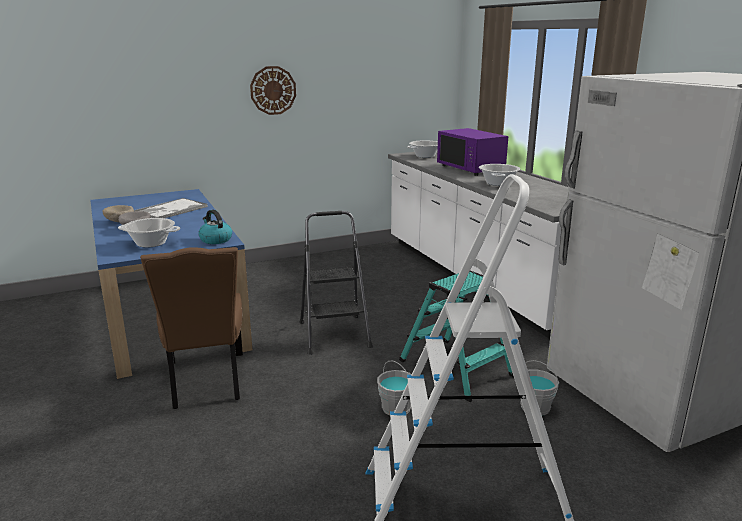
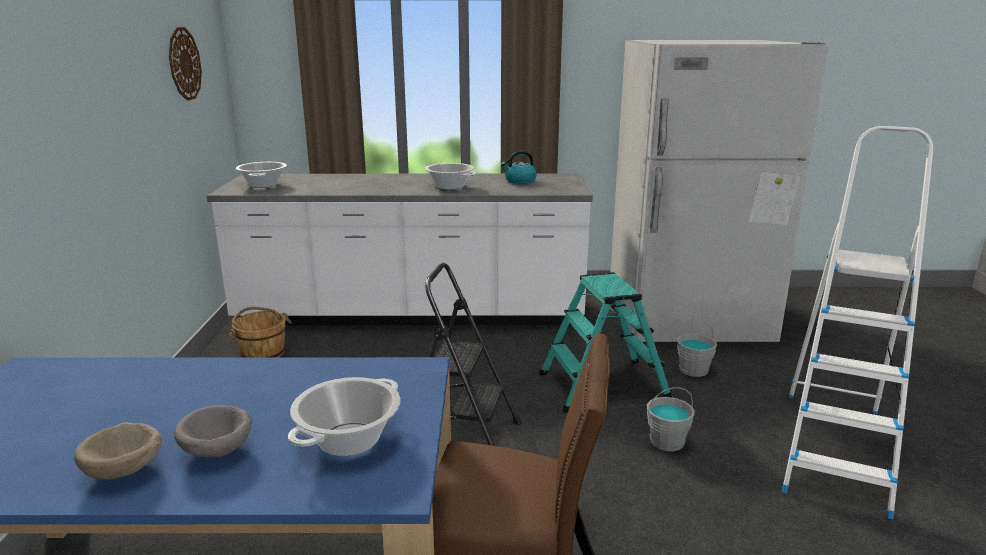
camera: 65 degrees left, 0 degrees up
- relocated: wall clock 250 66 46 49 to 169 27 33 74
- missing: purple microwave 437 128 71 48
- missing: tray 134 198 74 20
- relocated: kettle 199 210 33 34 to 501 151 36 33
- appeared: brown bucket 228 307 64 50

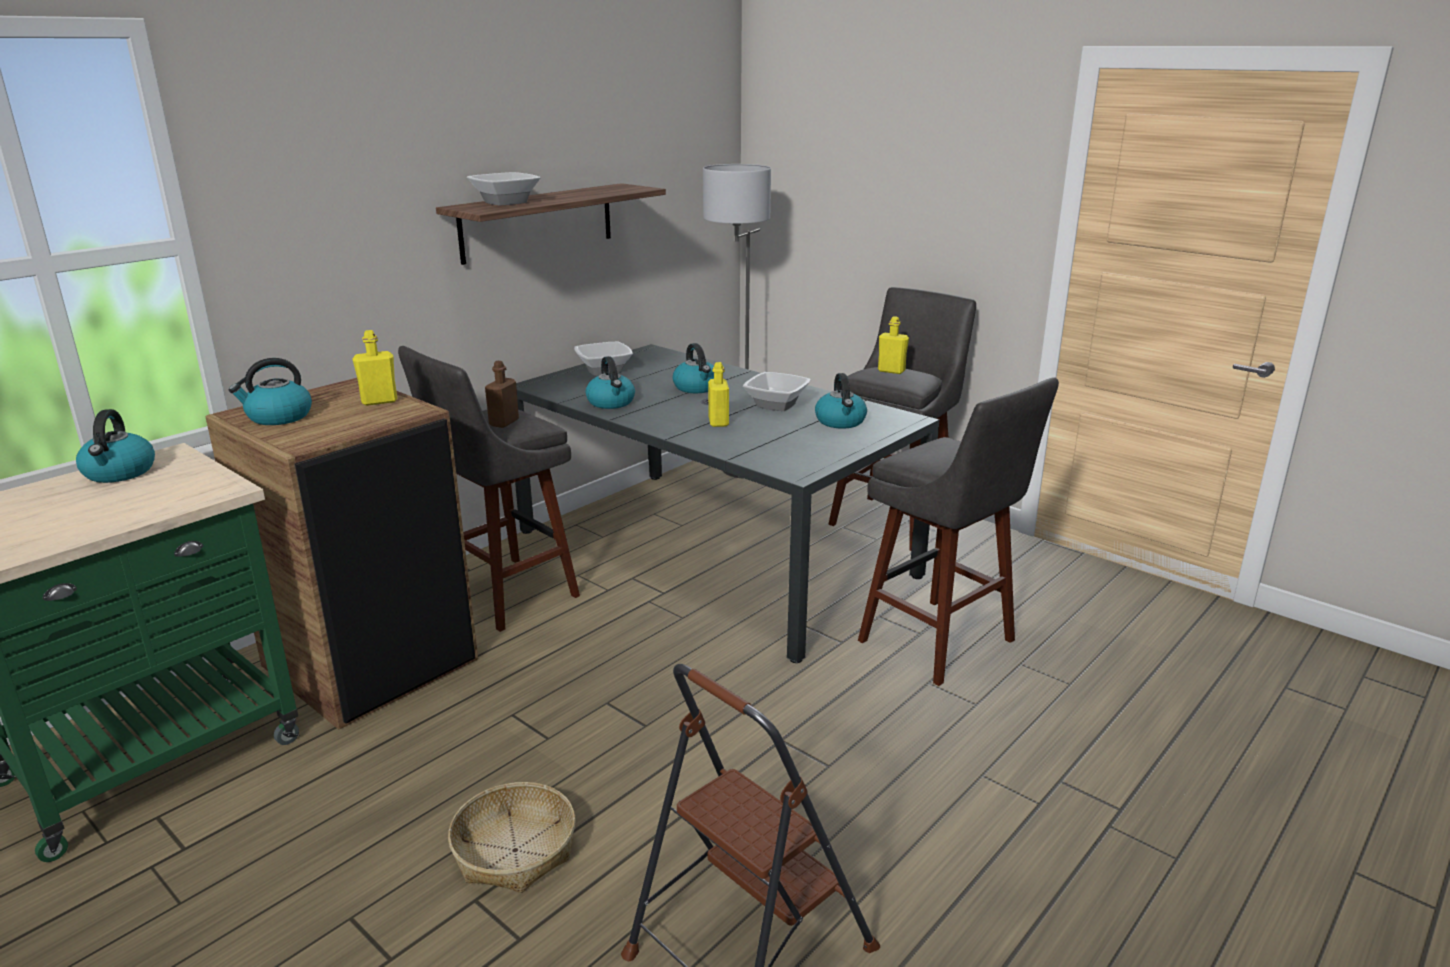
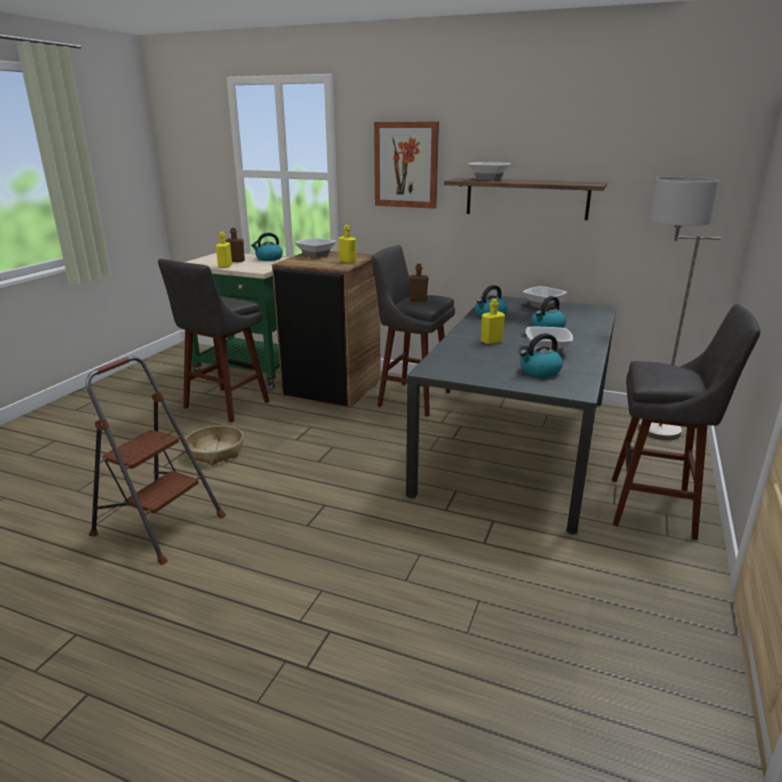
camera: 70 degrees right, 0 degrees up
- relocated: yellow bottle 878 316 31 58 to 216 232 16 36
- exchanged: kettle 229 358 83 67 to bowl 294 238 42 20
- relocated: grey stool 858 377 201 309 to 158 259 112 163
- appeared: picture 374 122 65 87
- appeared: brown bottle 226 228 19 34

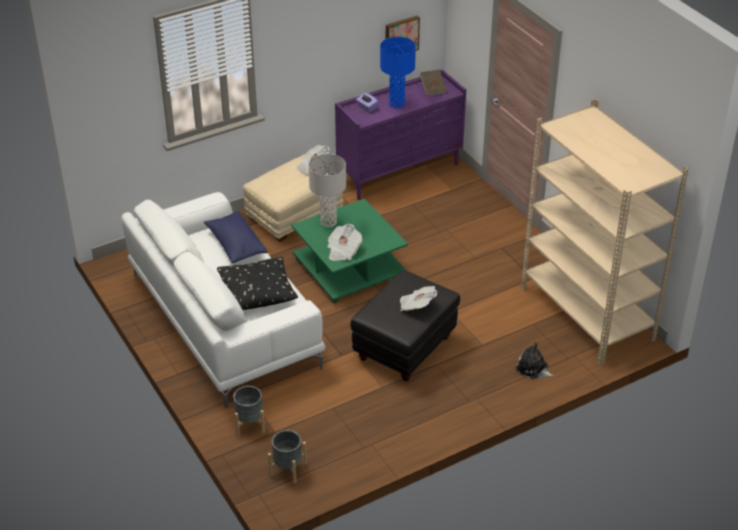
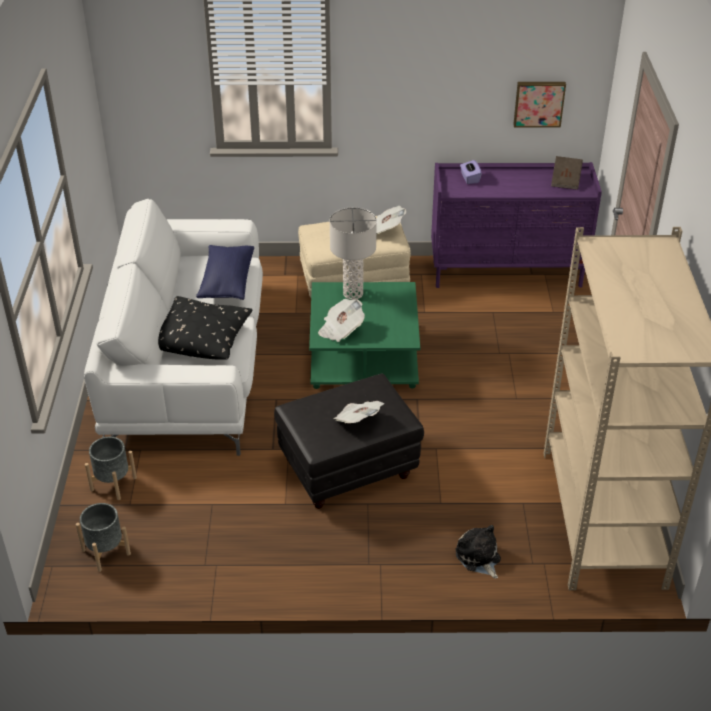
camera: 30 degrees right, 0 degrees up
- missing: blue table lamp 380 37 36 71

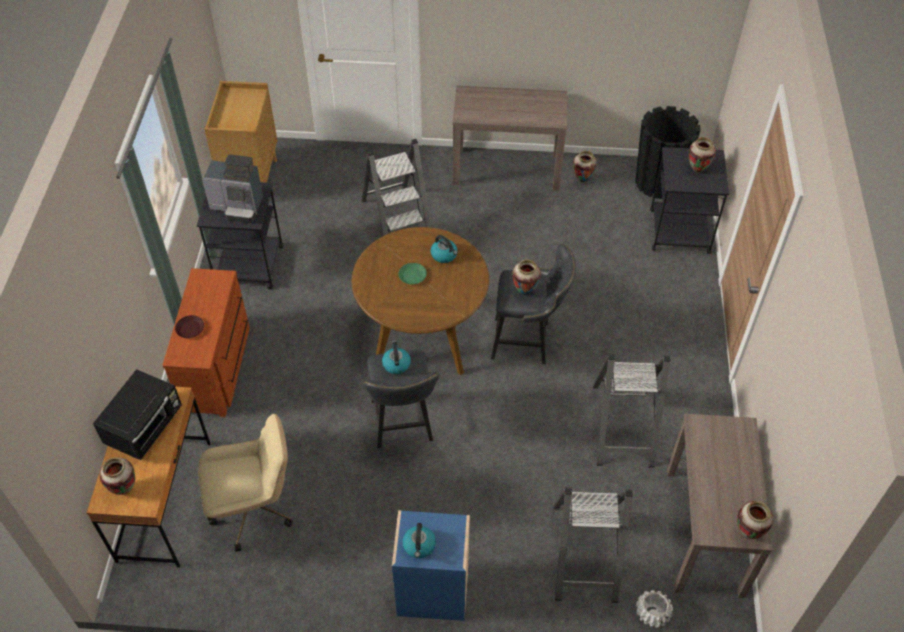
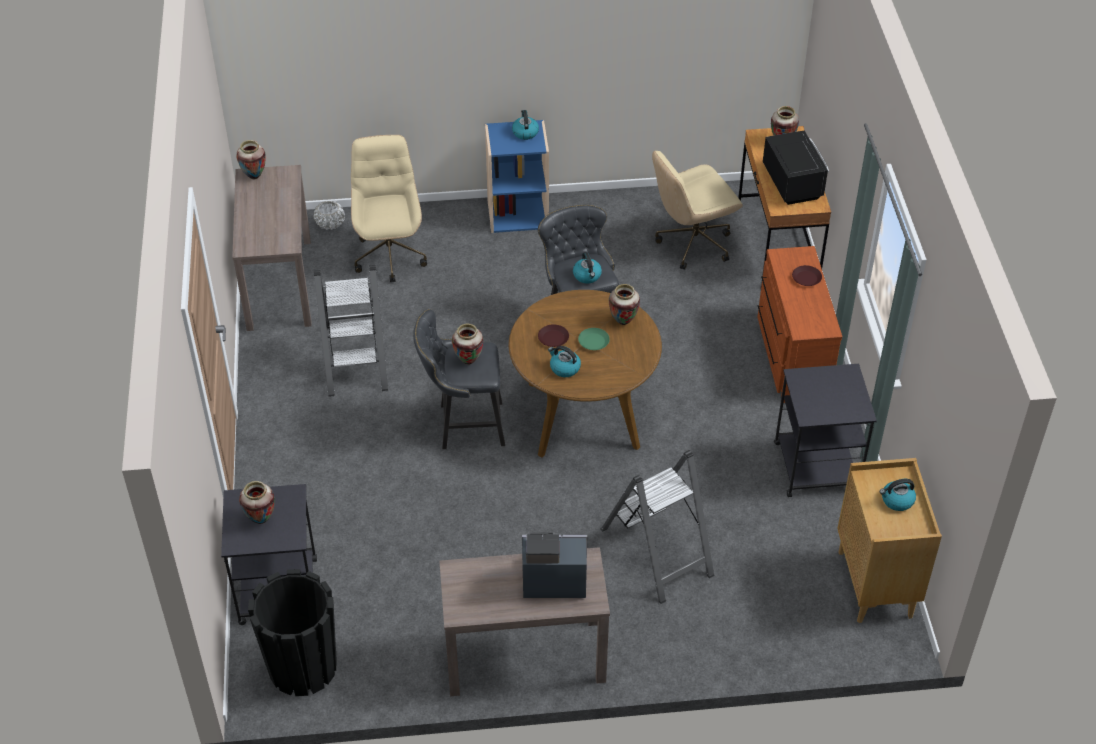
camera: 170 degrees right, 5 degrees down
- relocated: vase 573 151 24 31 to 609 284 31 41
- relocated: coffee machine 202 154 61 69 to 522 533 65 65
- spun: black microwave 93 369 89 91 = 763 130 66 75 150 degrees clockwise
- exchanged: grey step ladder 553 487 80 116 to beige office chair 351 135 76 147
- appeared: brown plate 538 324 31 23
- appeared: kettle 880 479 36 32

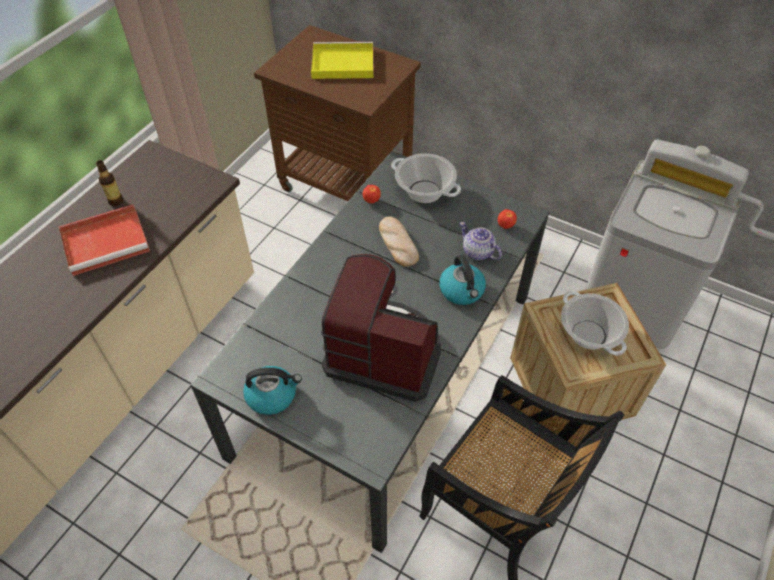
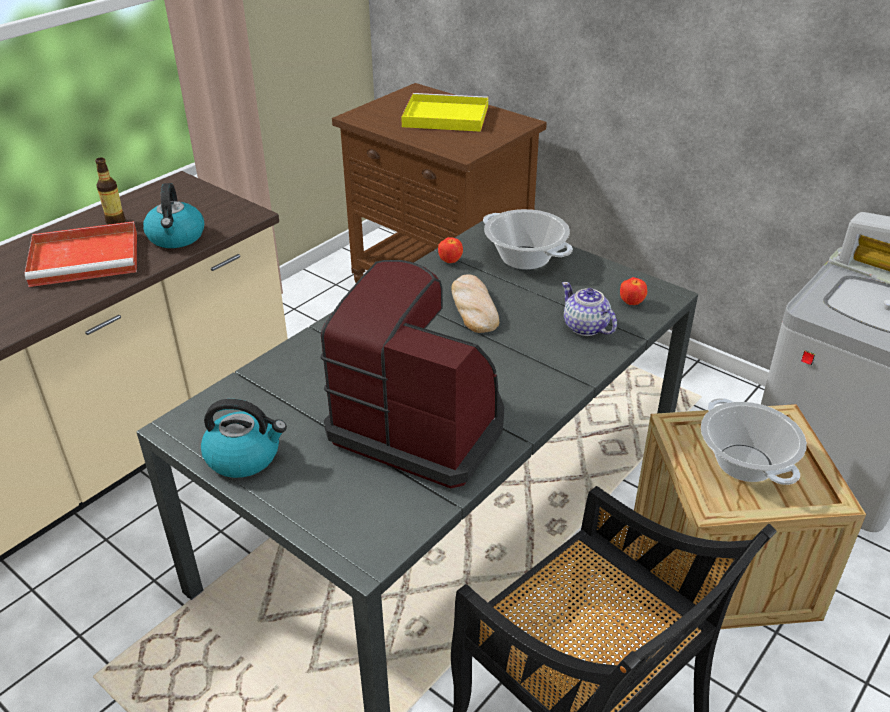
camera: 10 degrees right, 15 degrees down
- relocated: kettle 439 255 47 50 to 143 183 61 65

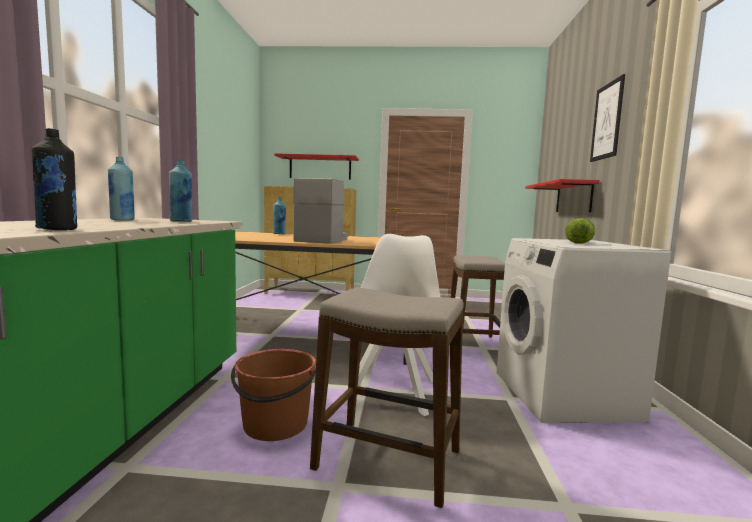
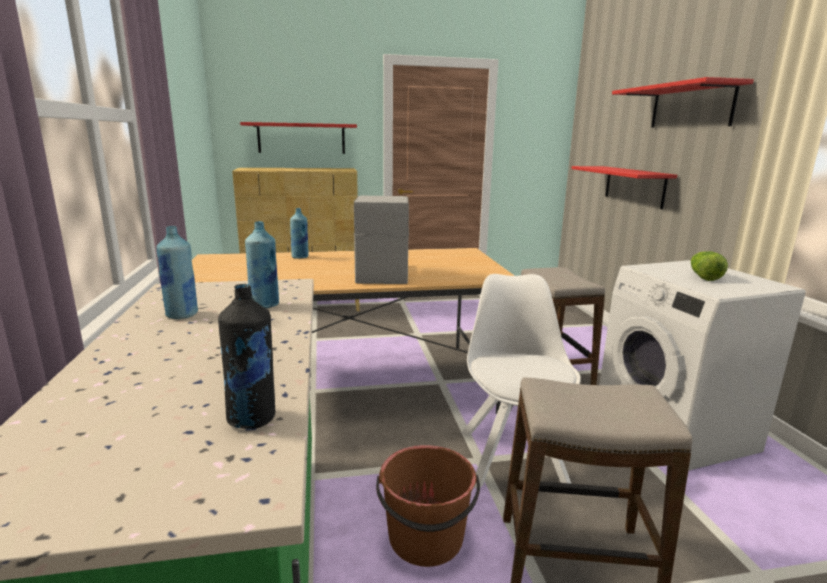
camera: 15 degrees left, 10 degrees up
- exchanged: picture 590 74 35 88 to red shelf 612 77 142 51

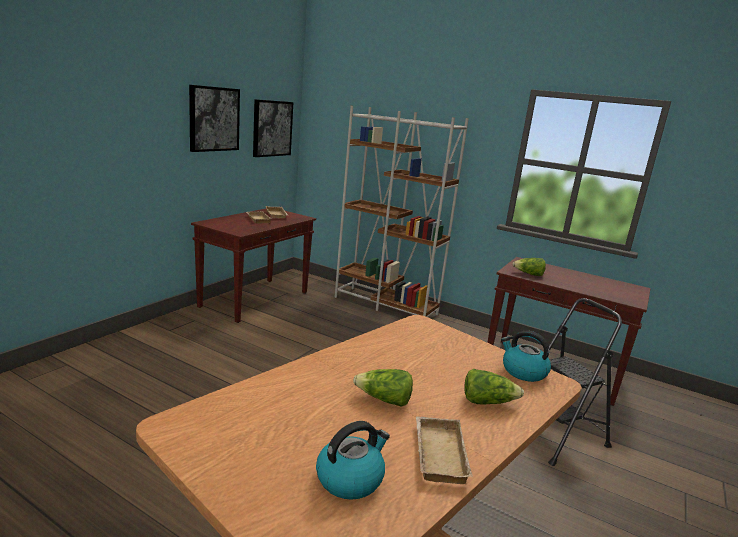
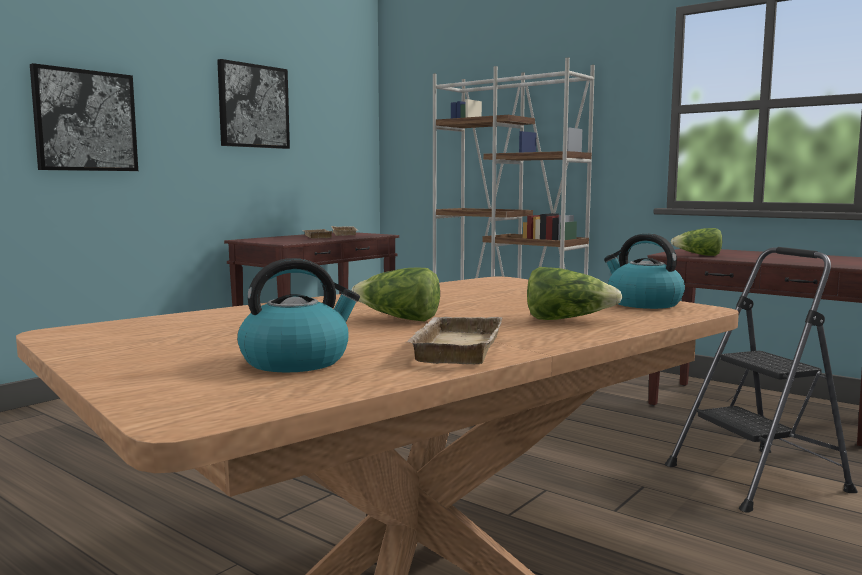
camera: 10 degrees right, 10 degrees down
- relocated: picture 253 99 40 58 to 30 63 108 108

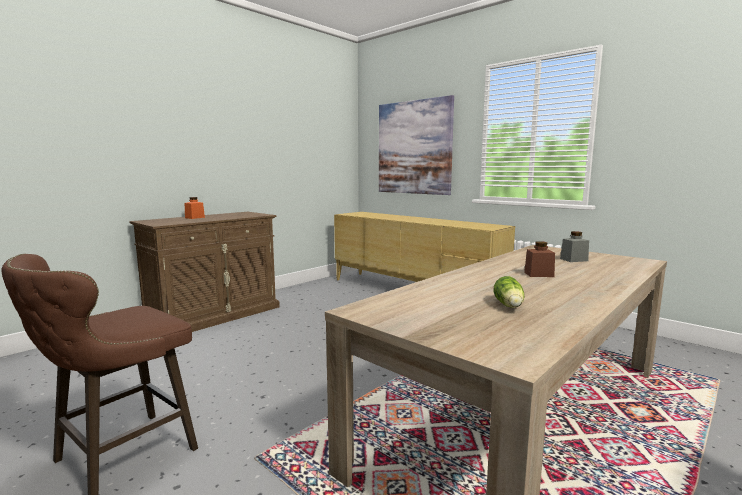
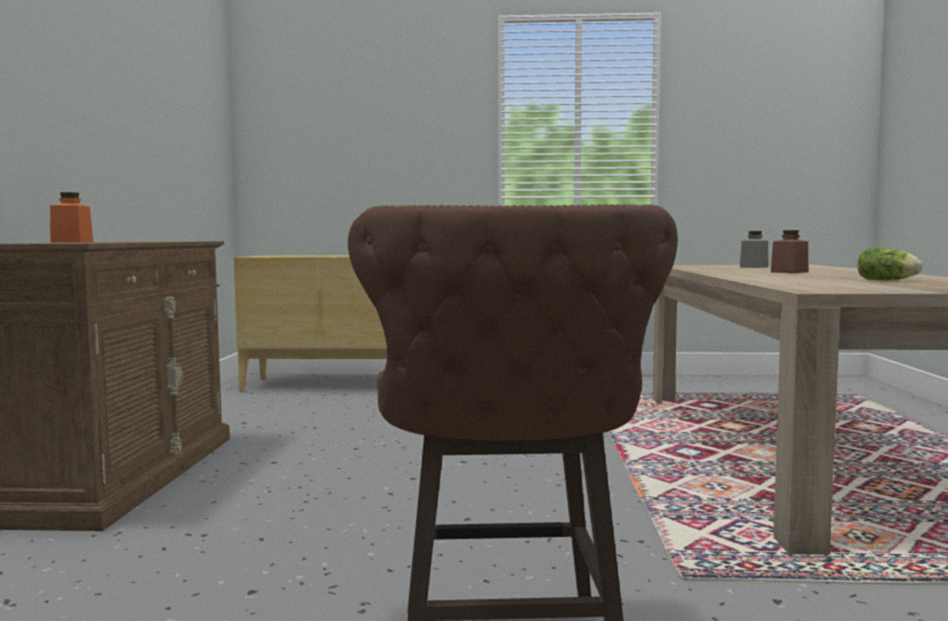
camera: 40 degrees left, 5 degrees down
- missing: picture 379 95 75 100

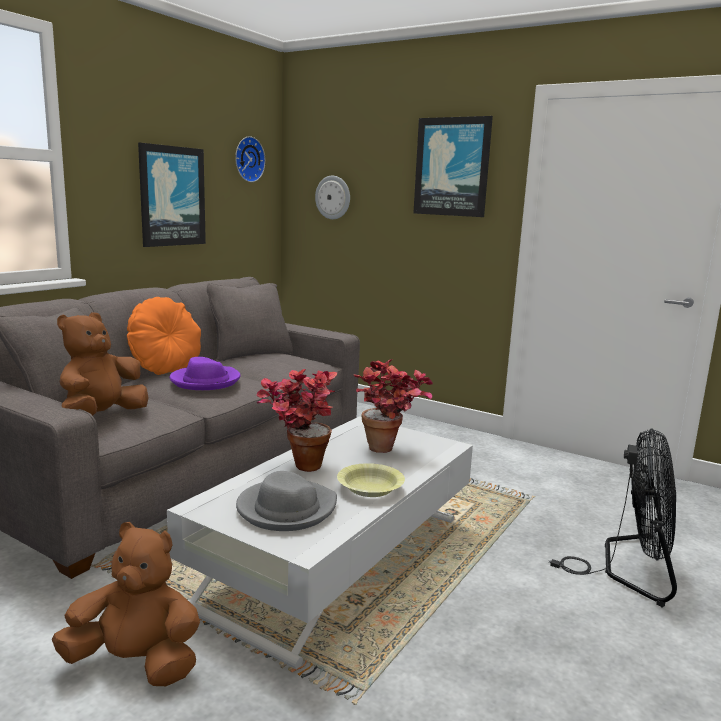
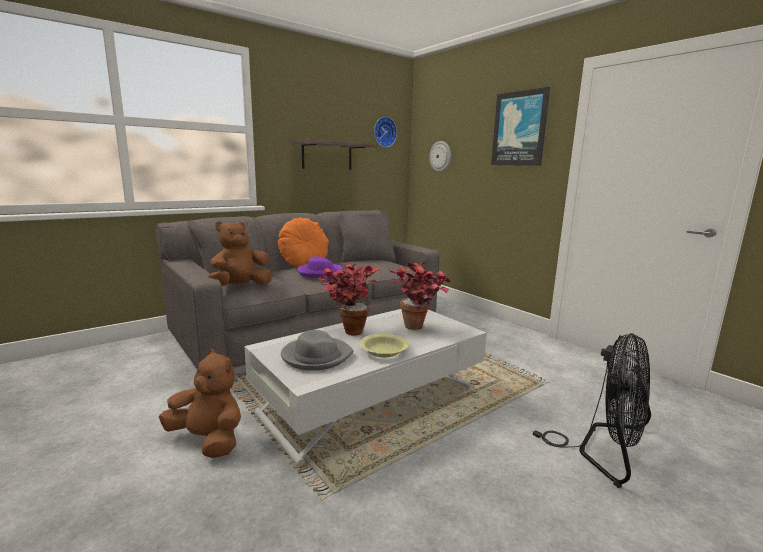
camera: 20 degrees right, 0 degrees up
- exchanged: picture 138 143 68 104 to shelf 292 140 84 30

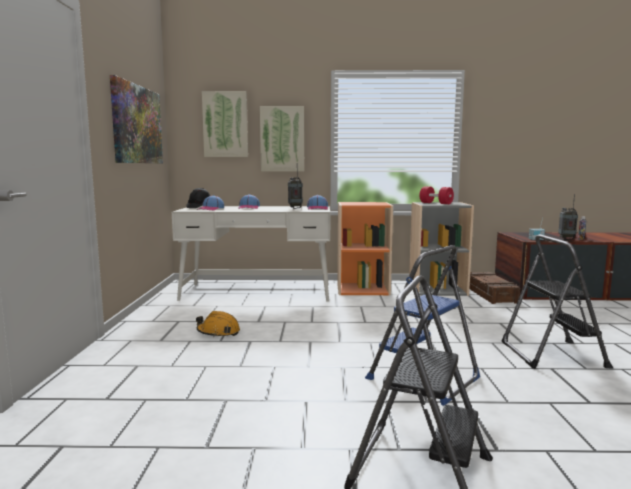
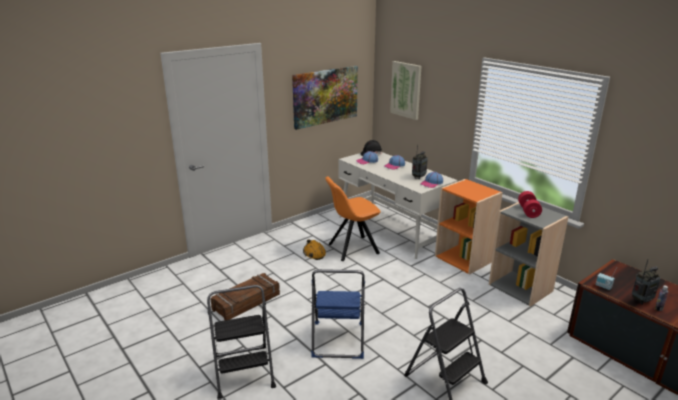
camera: 50 degrees right, 15 degrees up
- missing: picture 260 106 44 65
- relocated: crate 470 272 50 32 to 210 273 70 47
- appeared: orange chair 325 176 56 85

